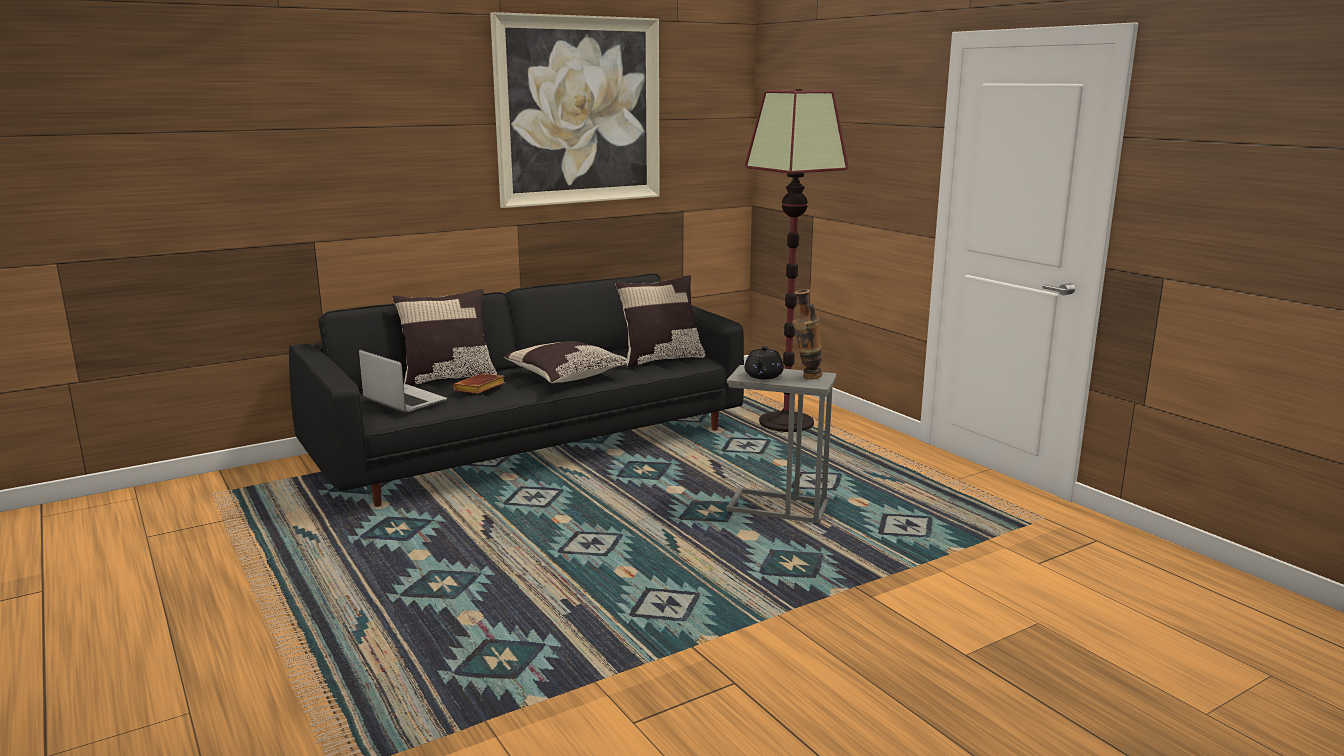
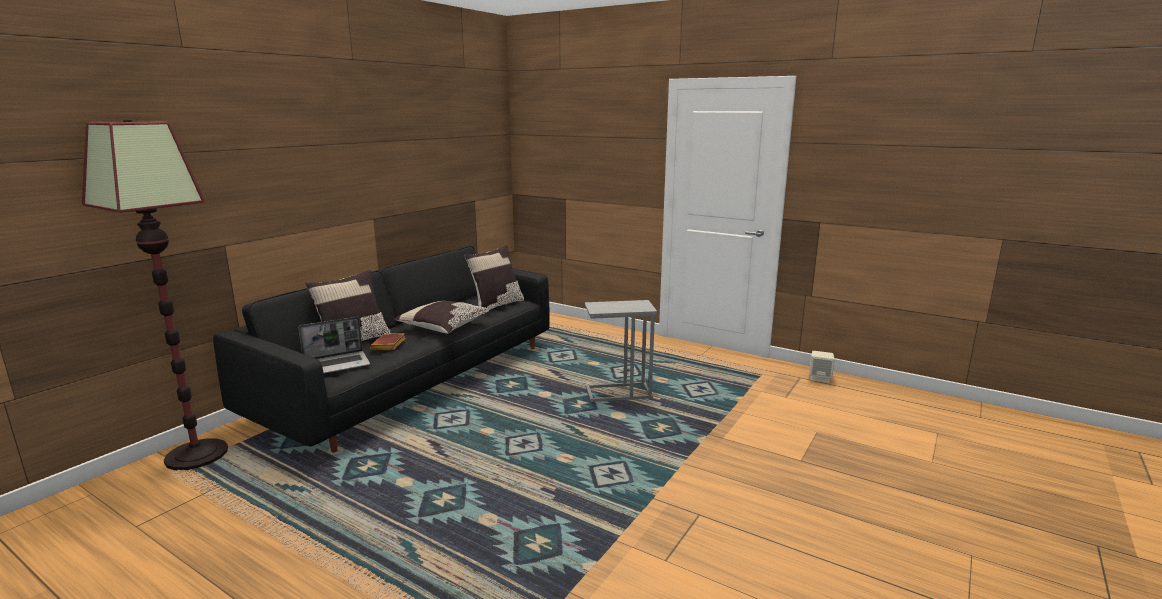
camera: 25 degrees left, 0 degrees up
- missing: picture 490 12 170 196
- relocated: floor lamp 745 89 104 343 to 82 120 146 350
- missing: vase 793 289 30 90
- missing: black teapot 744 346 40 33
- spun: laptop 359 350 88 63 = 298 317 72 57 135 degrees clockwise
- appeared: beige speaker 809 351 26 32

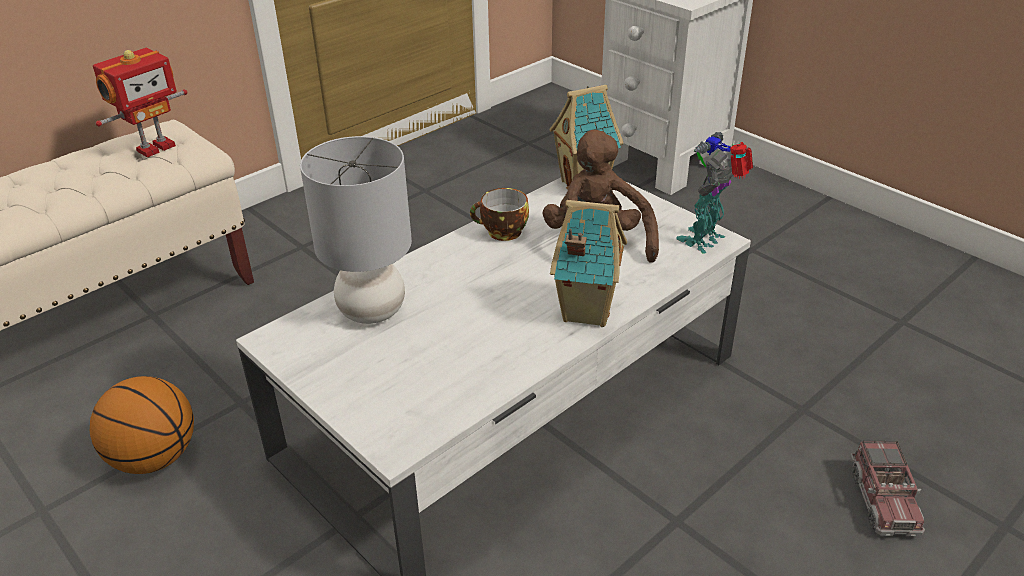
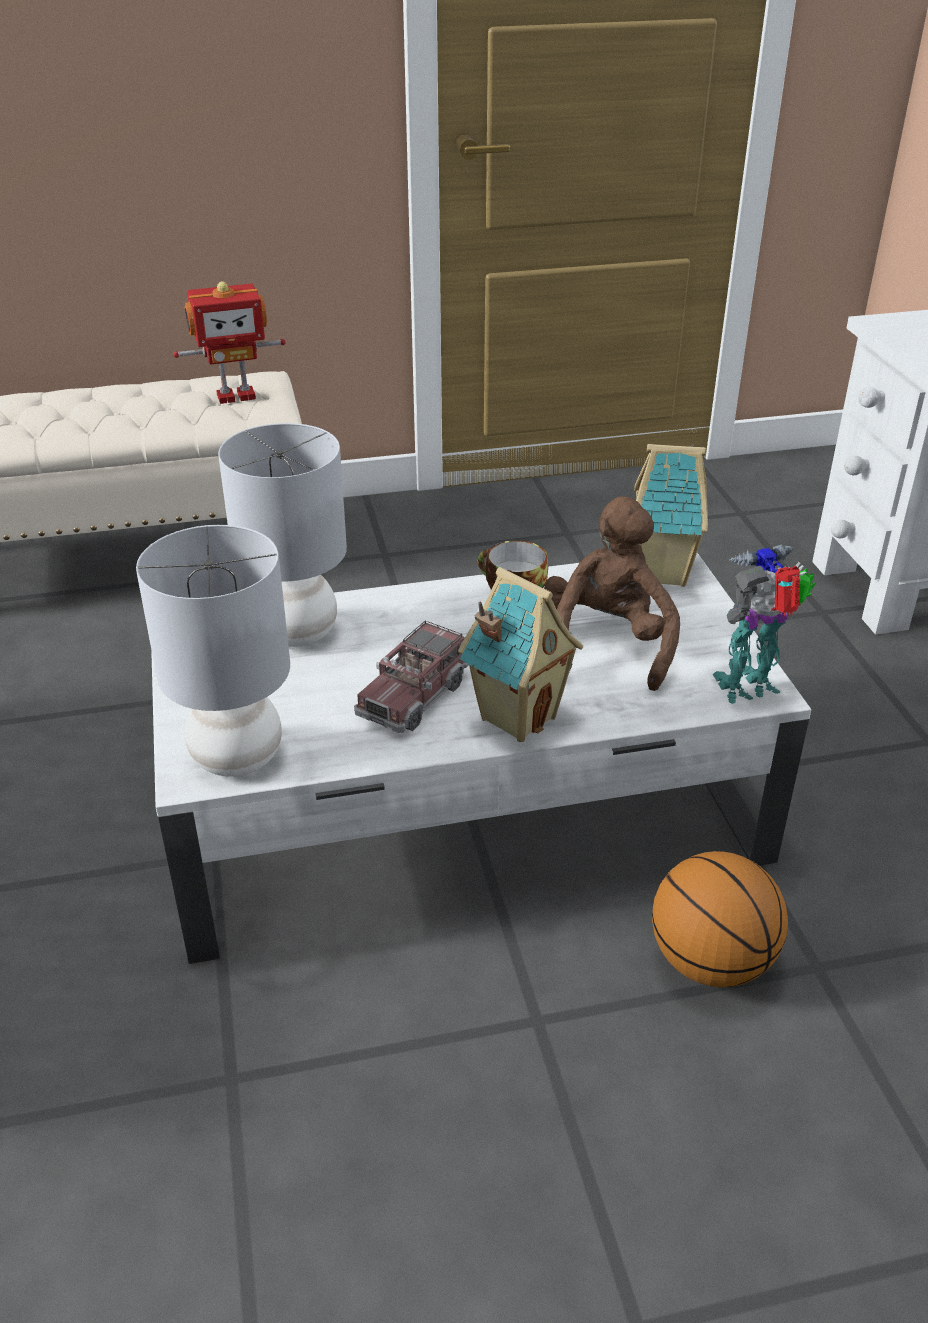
camera: 30 degrees right, 0 degrees up
- relocated: basketball 90 376 104 98 to 652 851 136 136
- relocated: toy truck 850 441 75 95 to 354 621 115 112
- appeared: grey table lamp 136 525 154 252

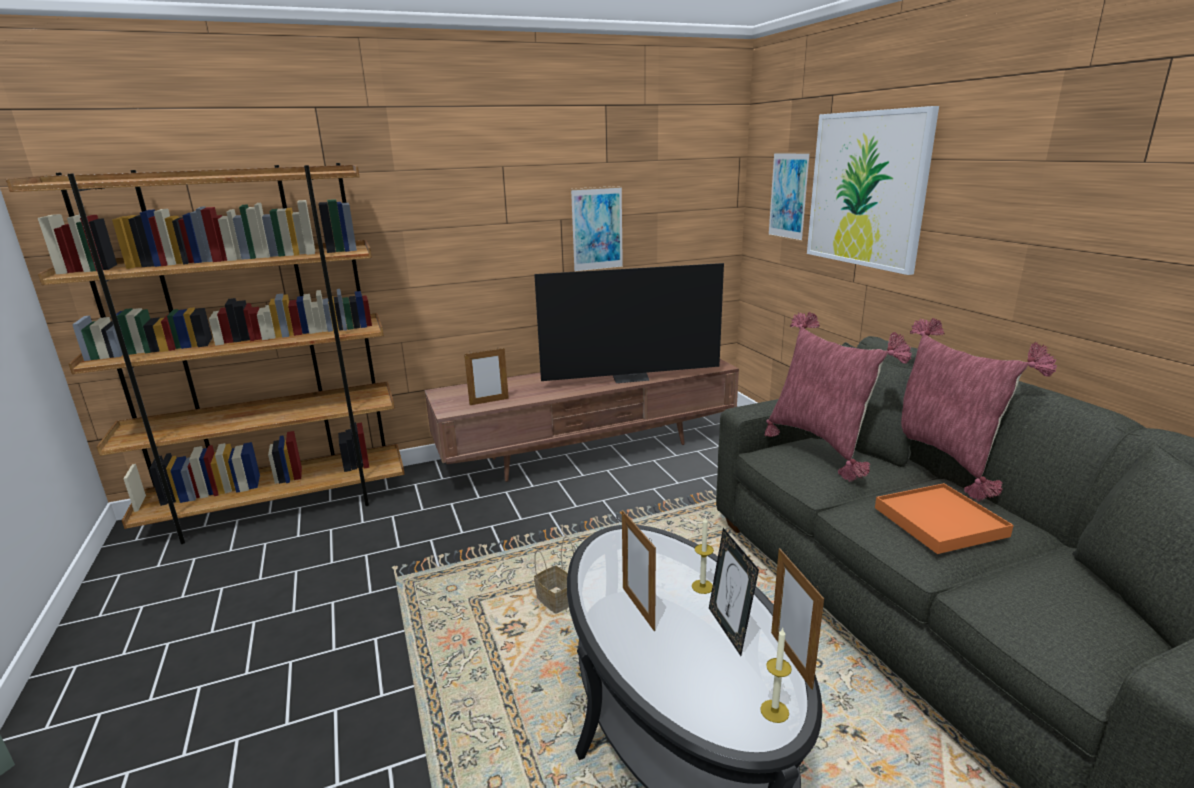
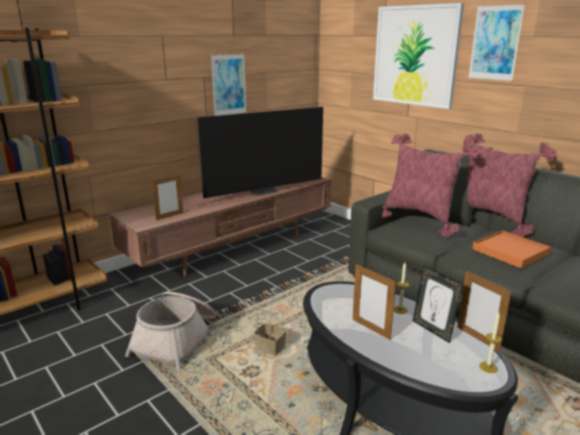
camera: 20 degrees left, 0 degrees up
- relocated: picture 768 152 43 90 to 468 3 57 79
- appeared: basket 125 292 91 79

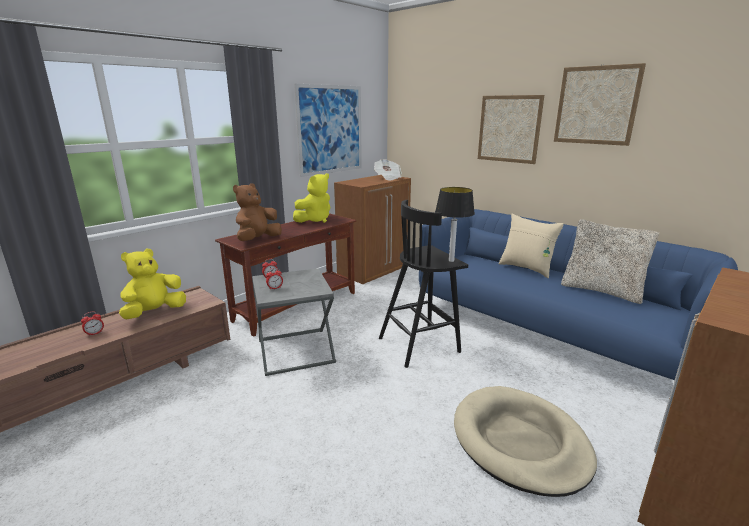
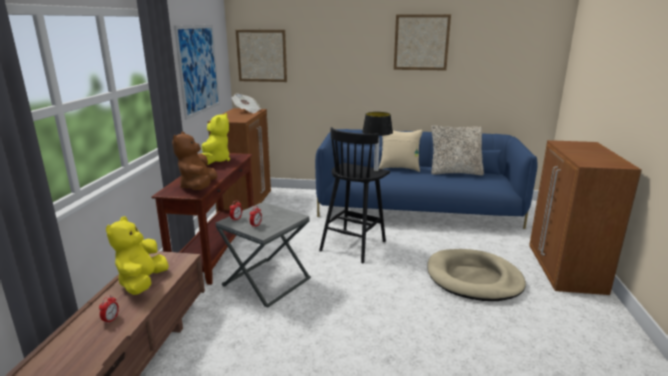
camera: 35 degrees left, 0 degrees up
- relocated: picture 478 94 66 70 to 236 28 51 54

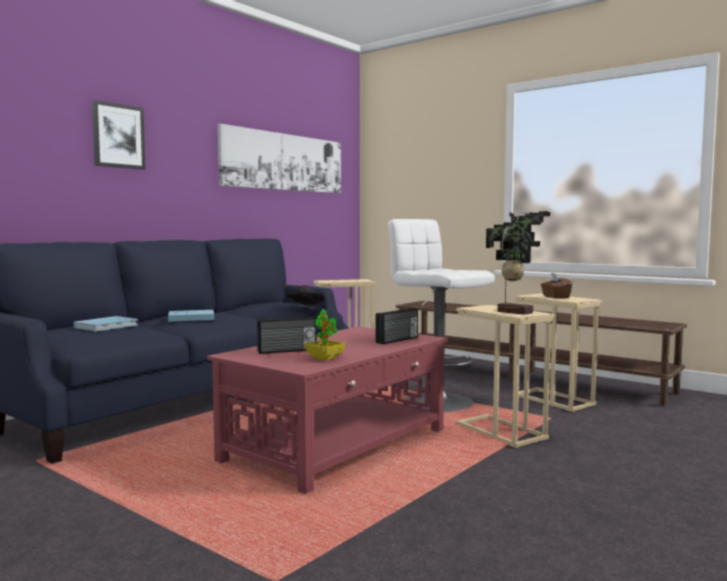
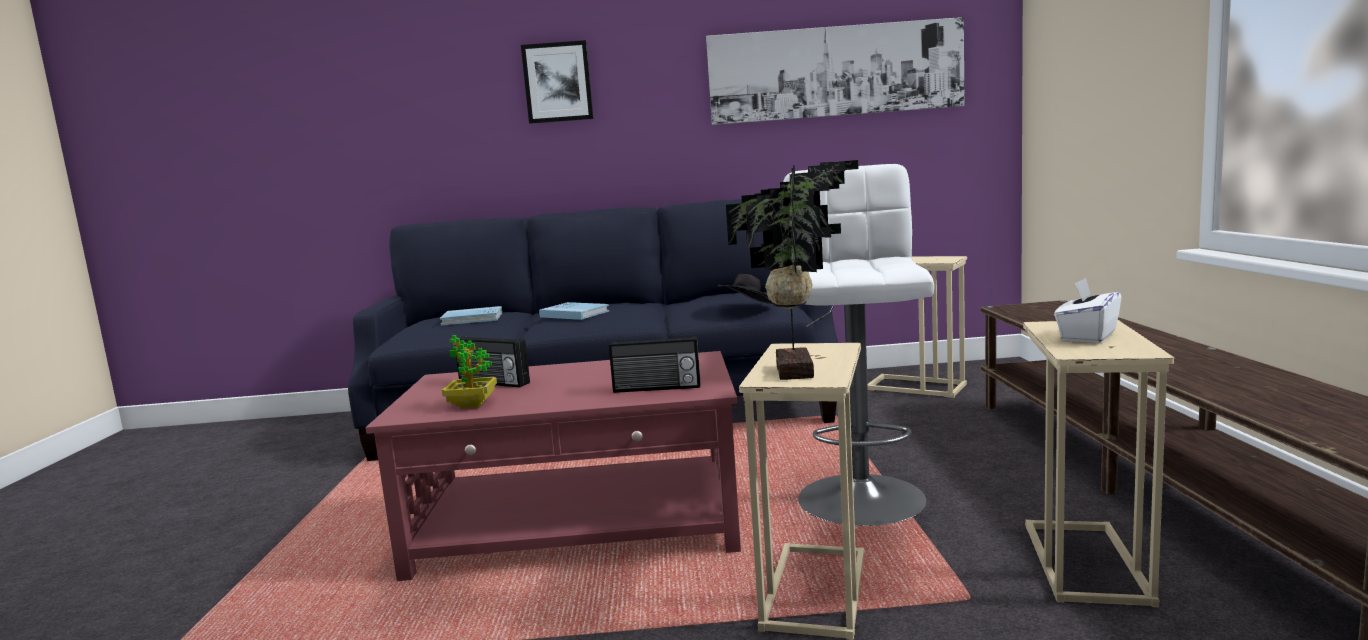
camera: 50 degrees right, 5 degrees up
- colour: brown tissue box 541 273 32 26 to white tissue box 1054 278 67 65

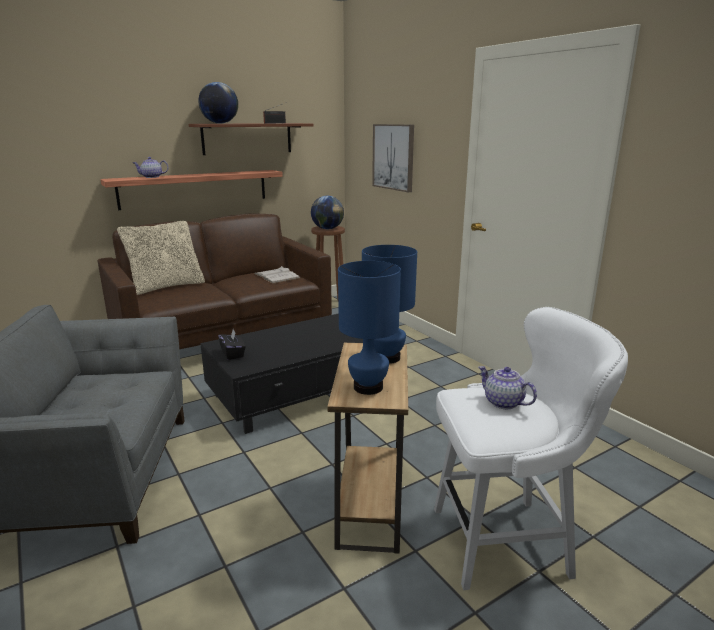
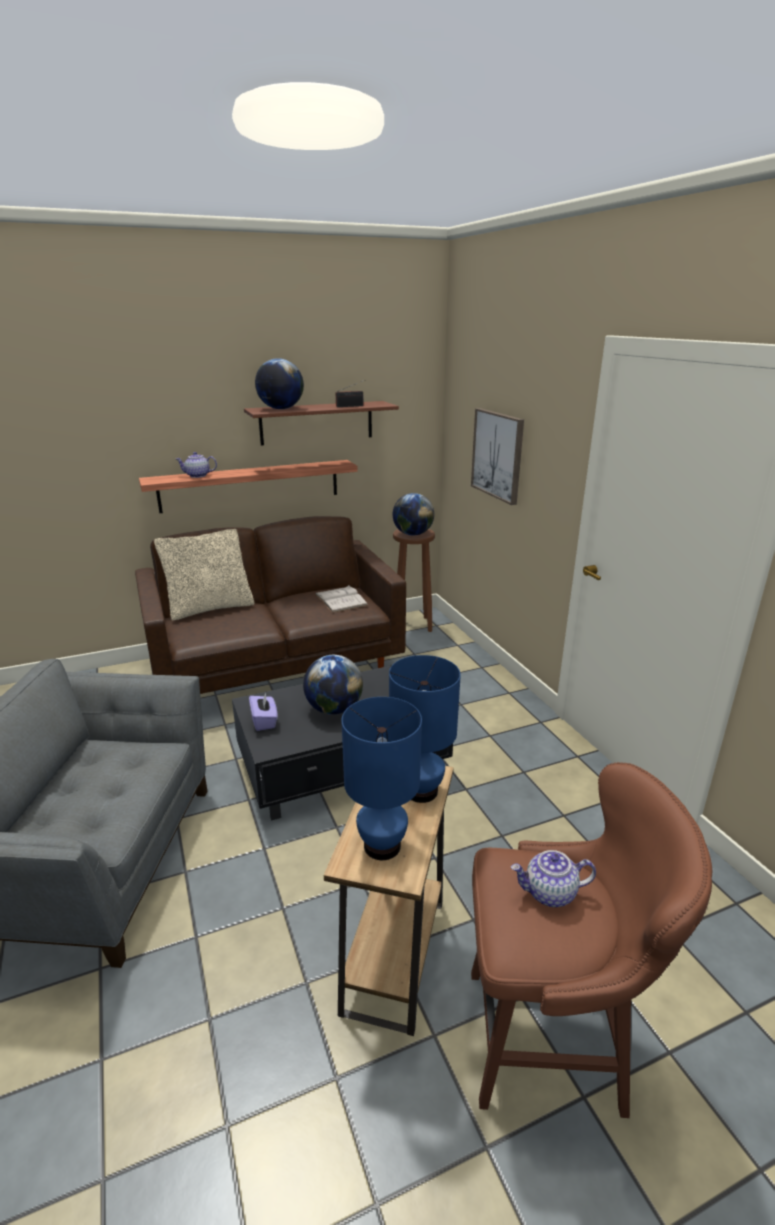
camera: 10 degrees right, 5 degrees up
- colour: white stool 434 307 194 283 to brown stool 471 762 241 356
- colour: black tissue box 218 330 28 30 to purple tissue box 249 692 28 39
- spun: teapot 478 366 59 43 = 511 850 85 57 60 degrees counterclockwise
- appeared: globe 303 655 60 60

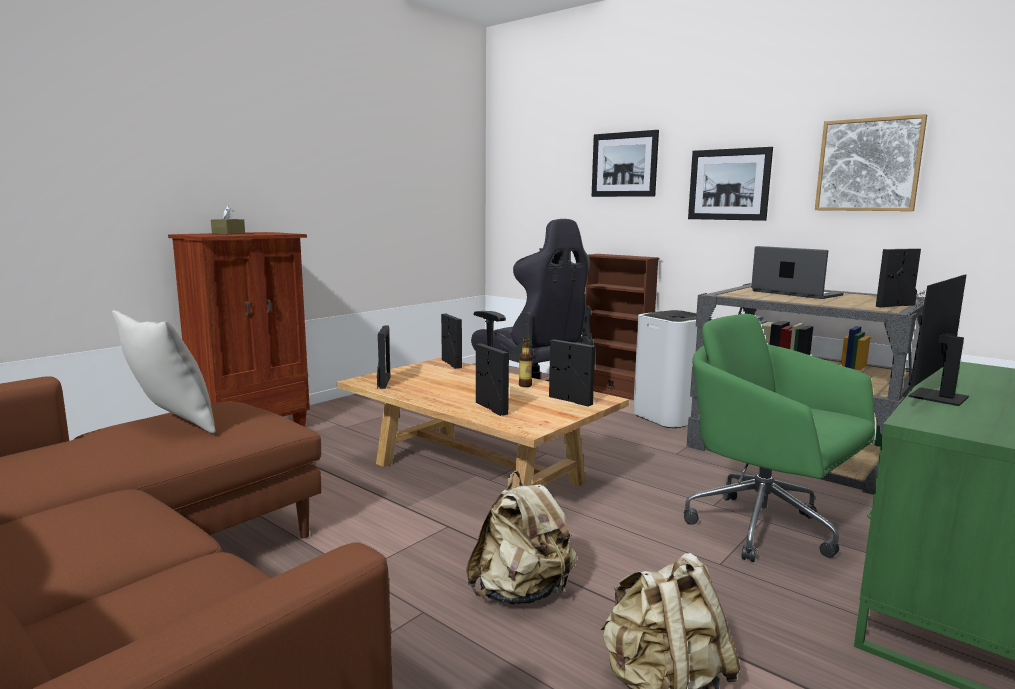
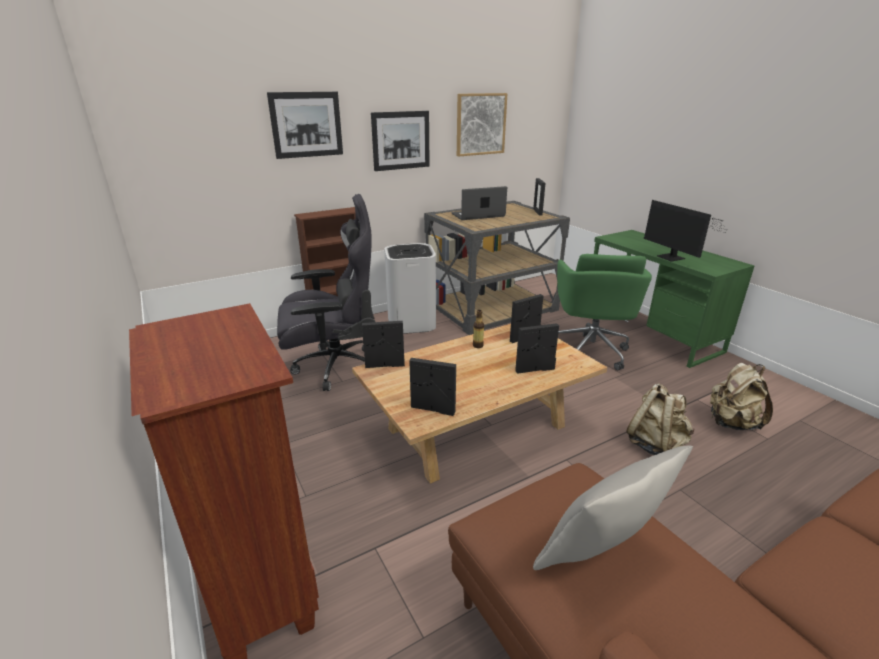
camera: 70 degrees left, 15 degrees up
- missing: brown tissue box 211 206 34 28
- spun: green office chair 684 314 191 248 = 557 254 95 116 60 degrees counterclockwise

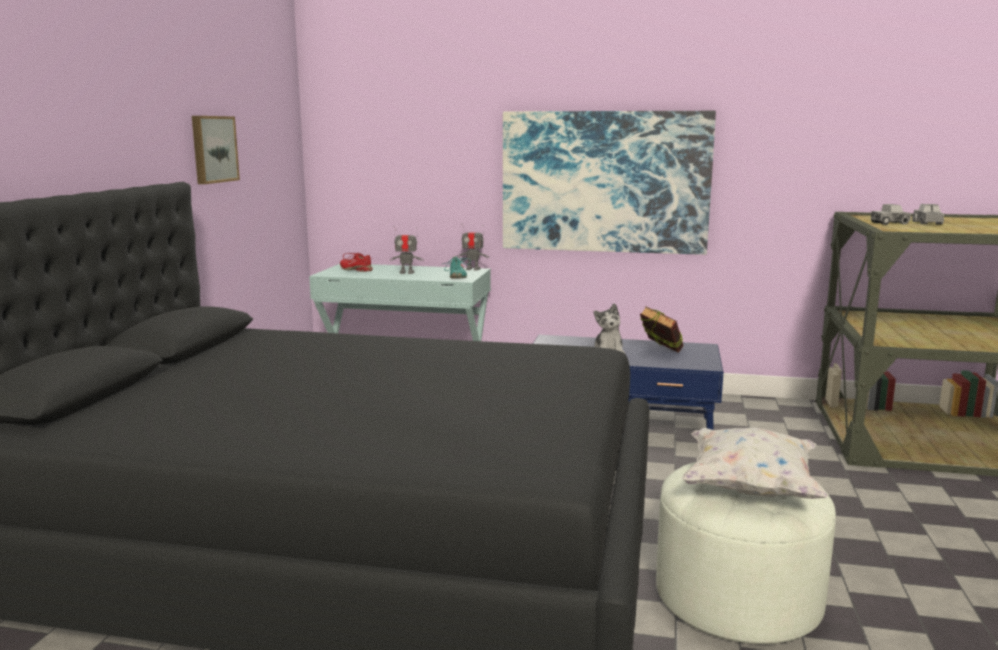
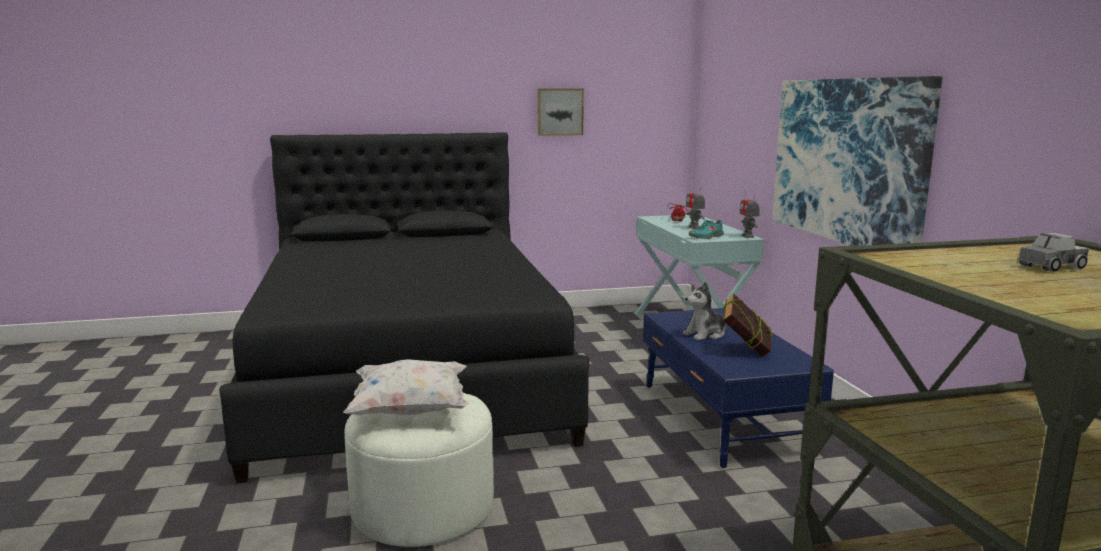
camera: 65 degrees right, 0 degrees up
- missing: toy truck 871 204 40 21

